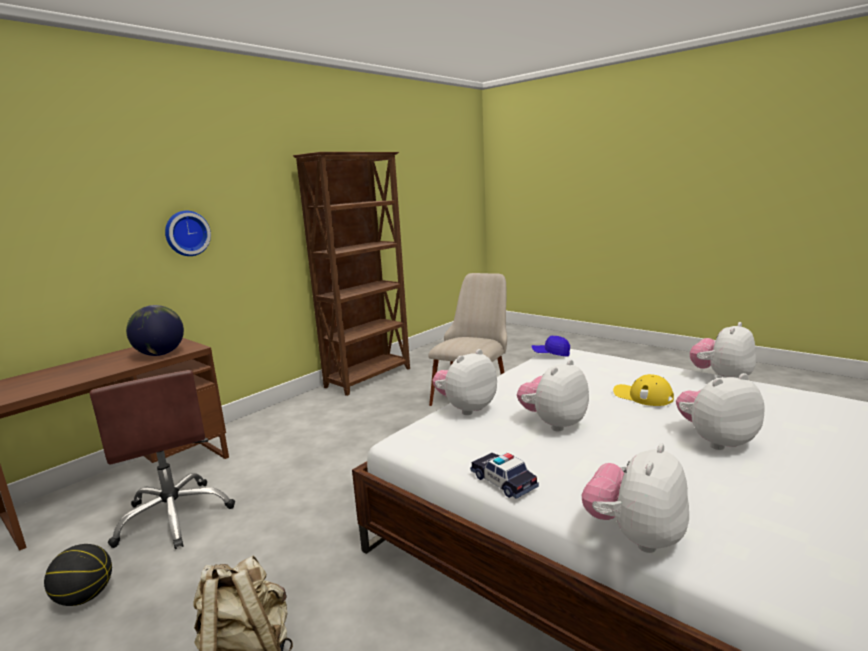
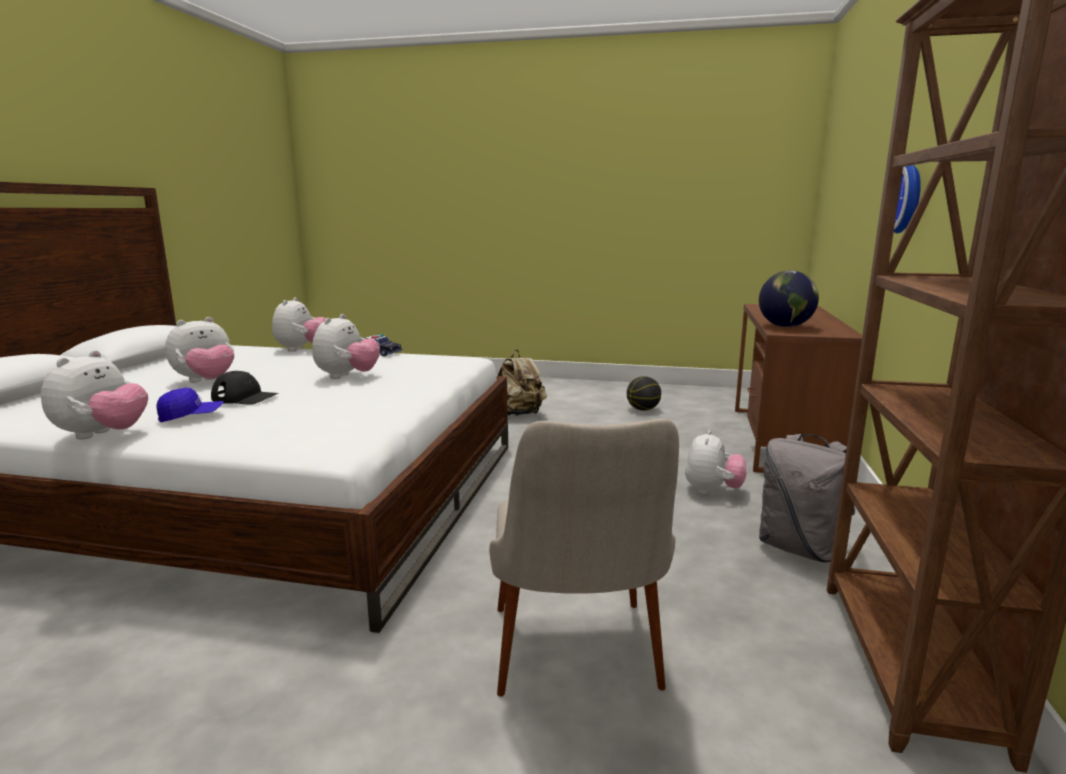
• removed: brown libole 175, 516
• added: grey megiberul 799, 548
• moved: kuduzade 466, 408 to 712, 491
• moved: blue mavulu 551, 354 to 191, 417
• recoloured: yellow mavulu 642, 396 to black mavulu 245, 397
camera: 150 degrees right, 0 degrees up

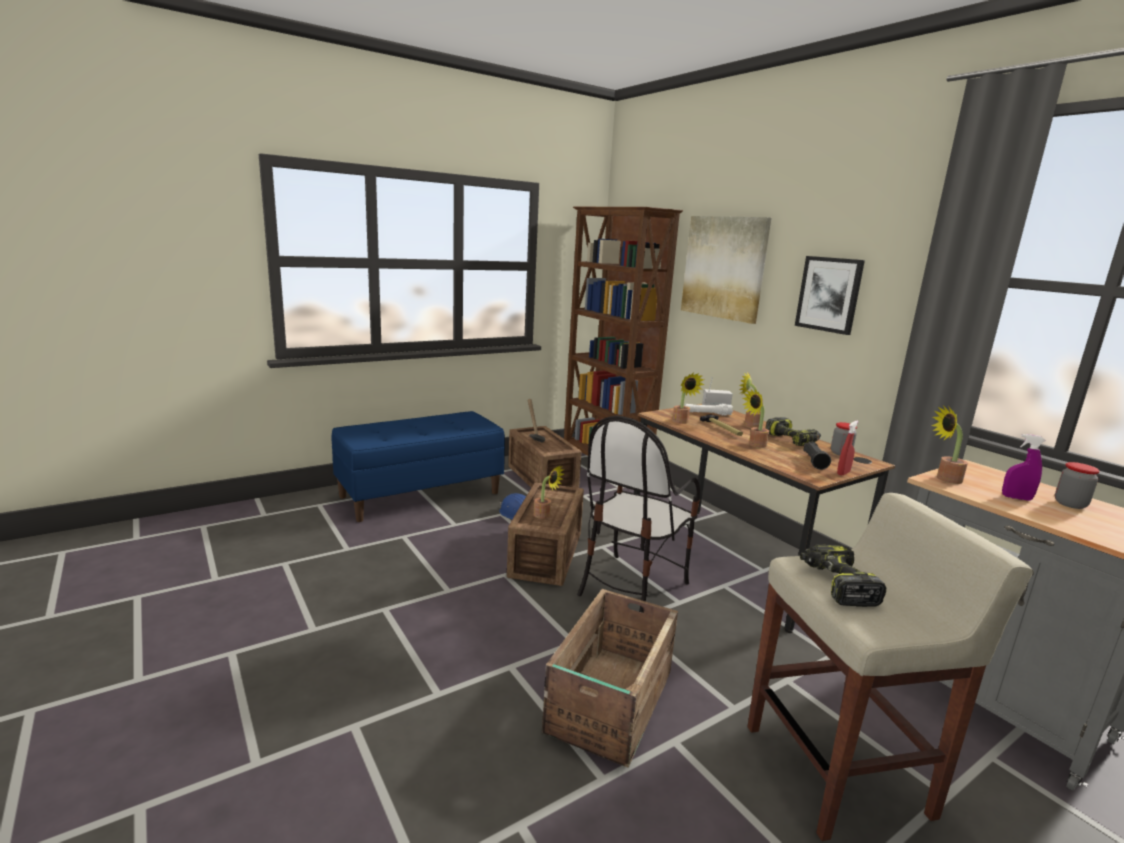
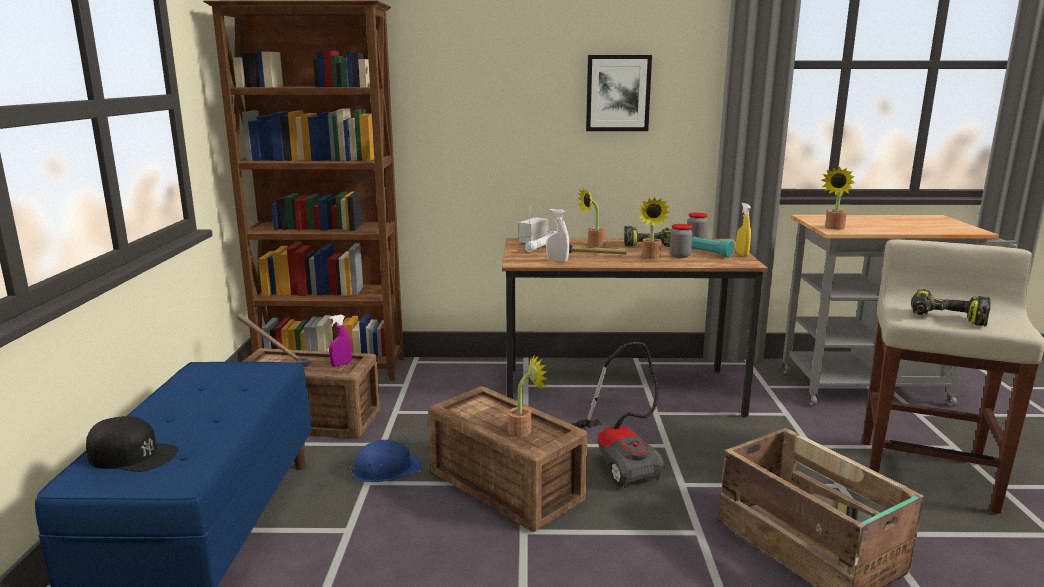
• removed: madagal 724, 267
• added: black mavulu 132, 455
• moved: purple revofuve 1016, 498 to 341, 364
• moved: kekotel 1070, 504 to 680, 256
• replaced: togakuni 631, 586 to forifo 619, 459
• replaced: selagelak 682, 422 to white revofuve 557, 261
• recoloured: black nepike 814, 462 to turquoise nepike 710, 254
• recoloured: red revofuve 843, 473 to yellow revofuve 741, 254
camera: 55 degrees left, 0 degrees up

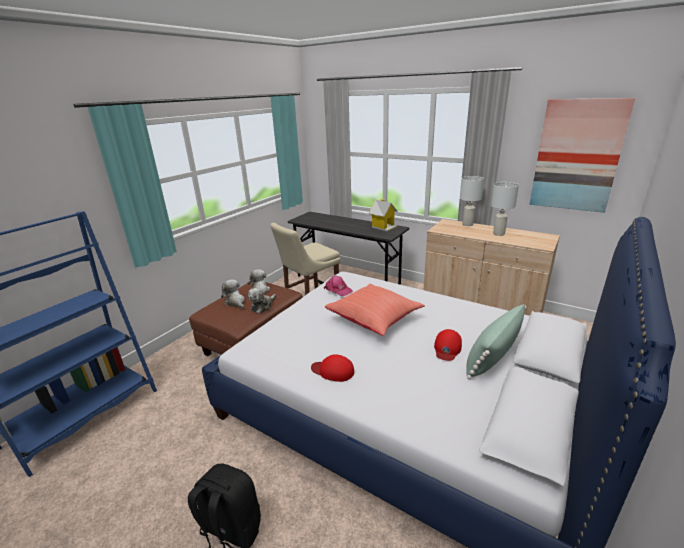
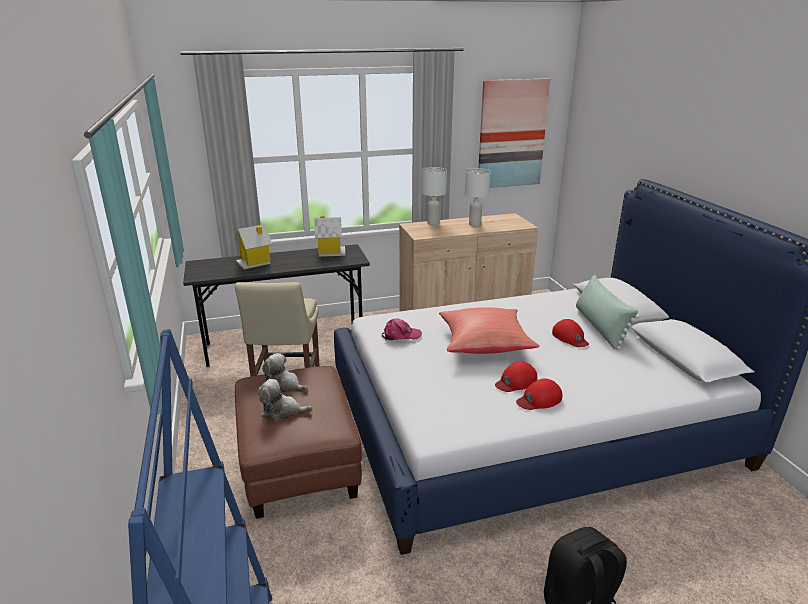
• removed: kuduzade 262, 306
• added: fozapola 255, 262
• added: red mavulu 516, 381
camera: 50 degrees left, 0 degrees up

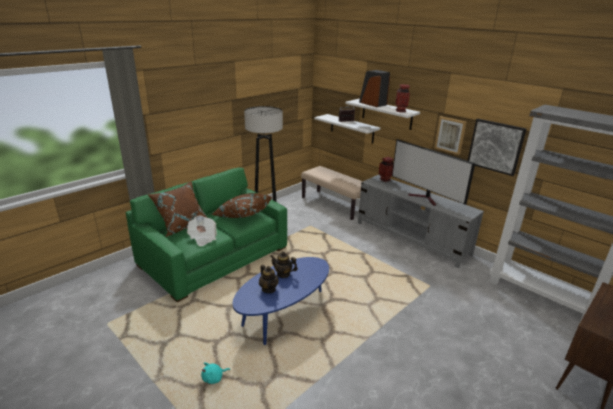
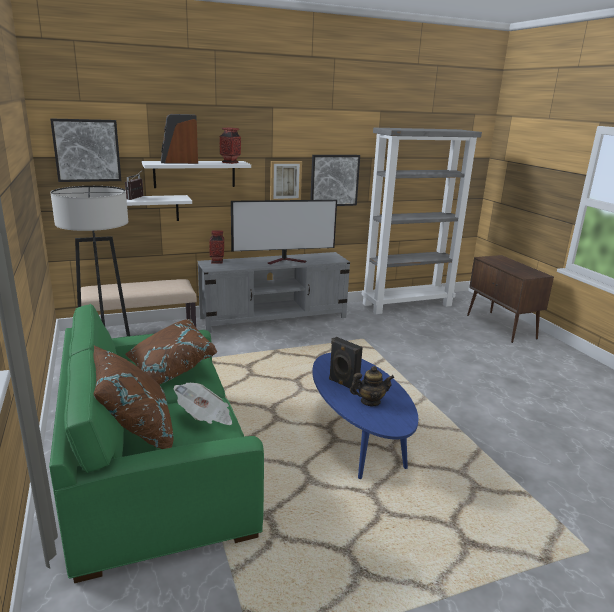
• removed: turquoise kuduzade 214, 378
• added: madagal 87, 150
• replaced: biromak 283, 274 to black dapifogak 343, 384
camera: 65 degrees left, 5 degrees down

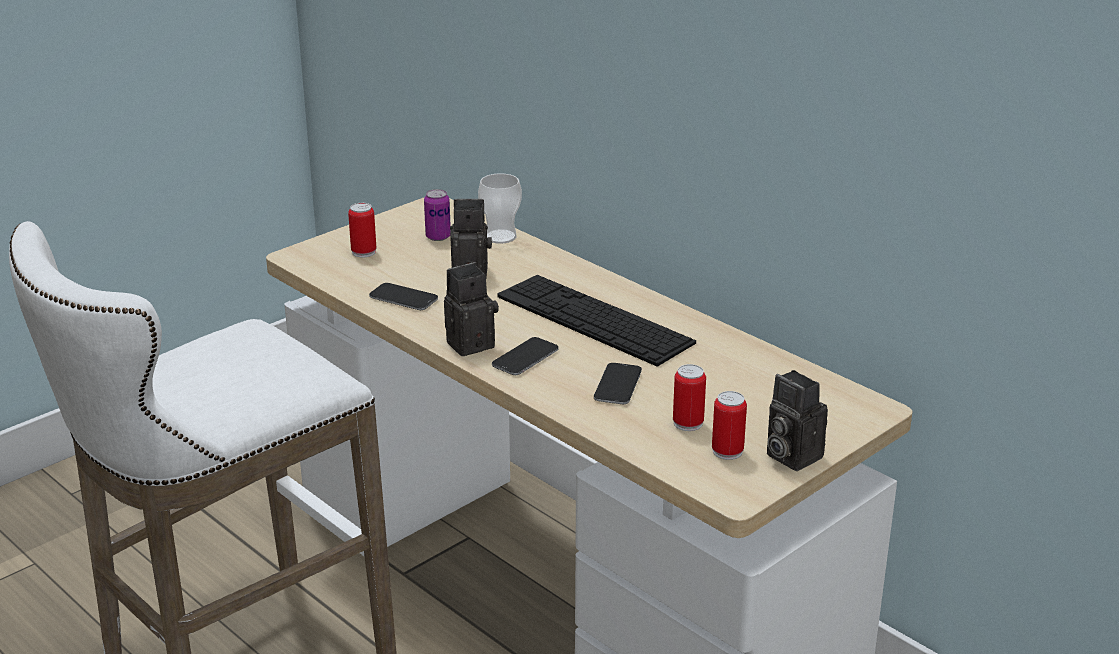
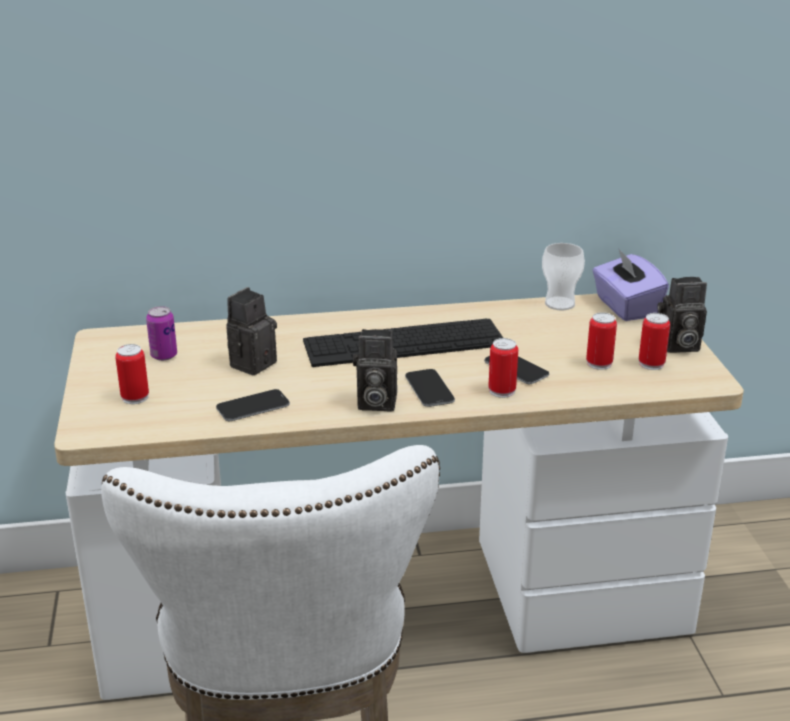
• added: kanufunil 502, 391
• added: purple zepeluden 625, 307
• moved: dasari 500, 237 to 559, 304
• turned: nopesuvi 471, 343 = 374, 403 90 degrees counterclockwise
camera: 55 degrees left, 0 degrees up

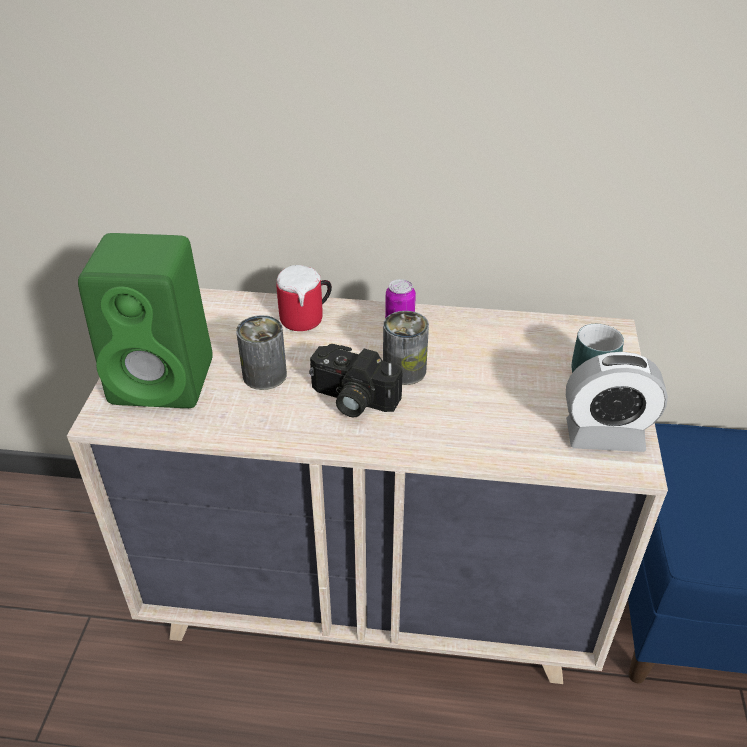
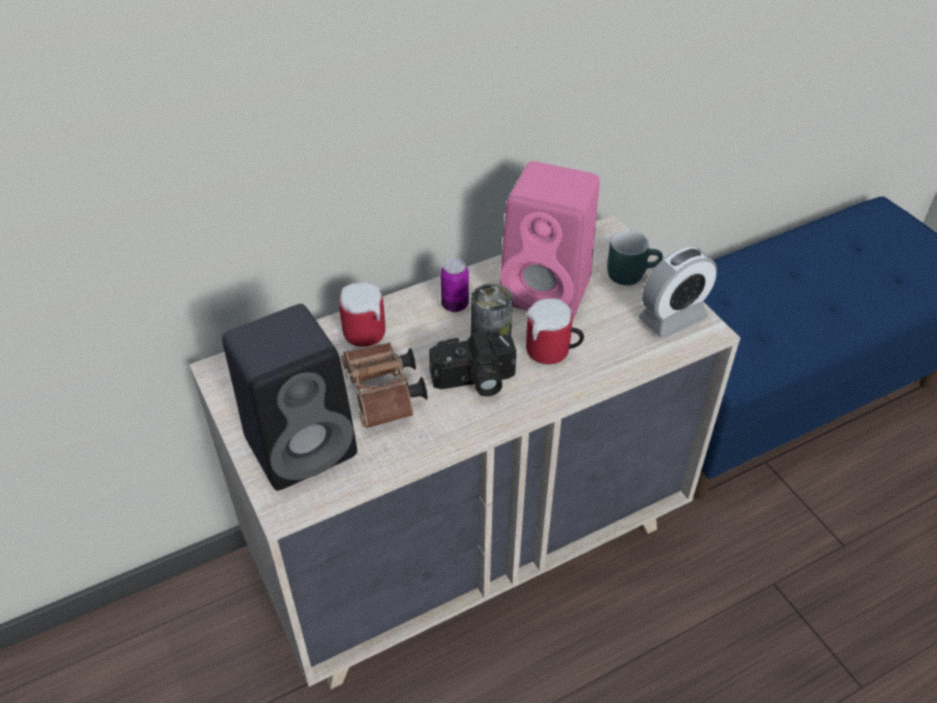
• added: pink dapifogak 548, 291
• added: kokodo 552, 353
• replaced: kanufunil 264, 375 to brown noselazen 384, 396
• recoloured: green dapifogak 166, 380 to black dapifogak 304, 444
camera: 35 degrees left, 5 degrees up

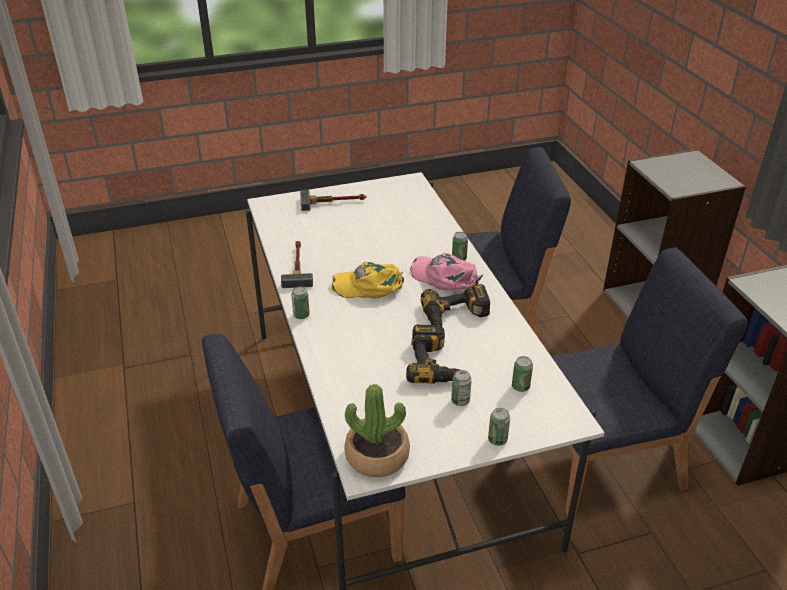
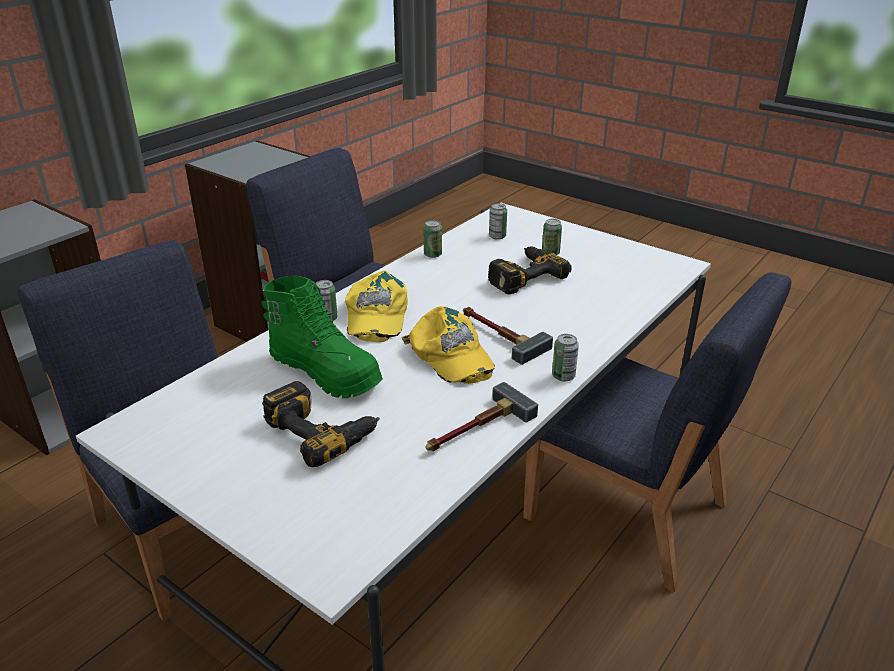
• removed: selagelak 377, 456
• added: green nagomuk 326, 372
• moved: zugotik 333, 202 to 499, 335
• moved: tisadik 456, 316 to 322, 430
• moved: kanufunil 497, 439 to 433, 254
• recoloured: pink mavulu 445, 276 to yellow mavulu 375, 315
camera: 125 degrees left, 5 degrees down

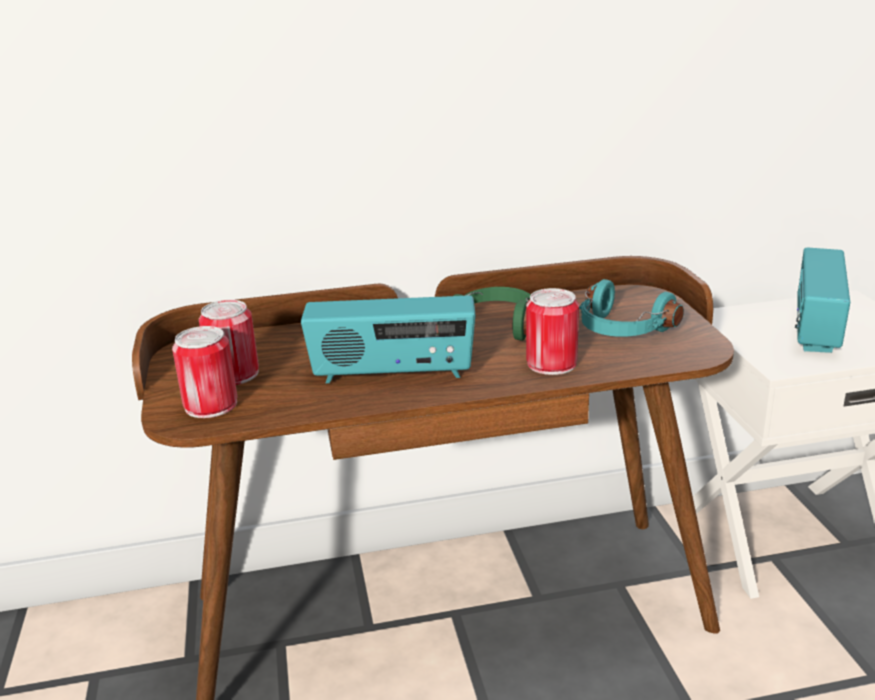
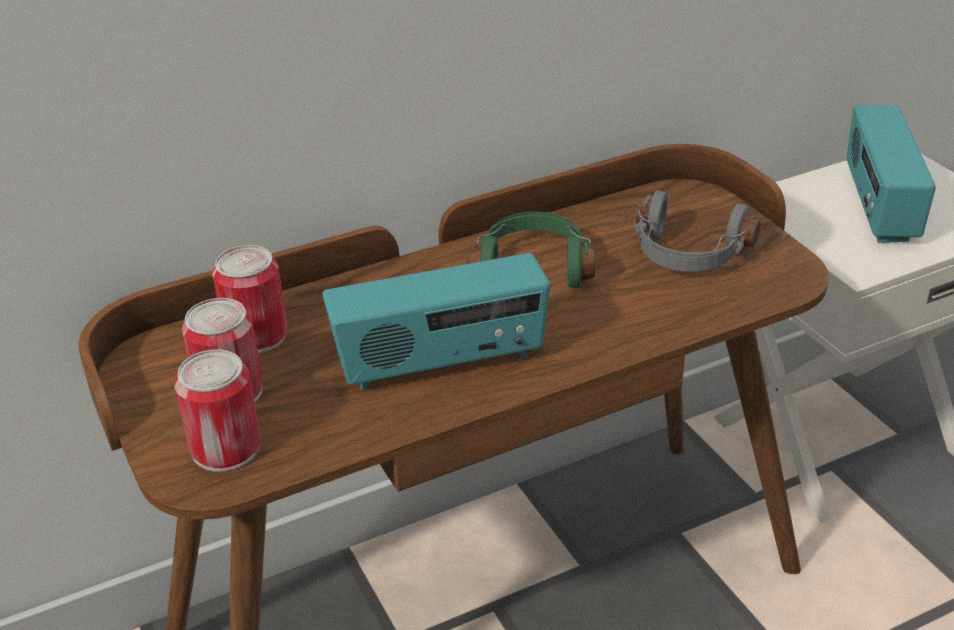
• moved: kanufunil 551, 363 to 256, 335
• recoloured: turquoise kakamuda 621, 330 to grey kakamuda 688, 255
camera: 15 degrees left, 10 degrees up

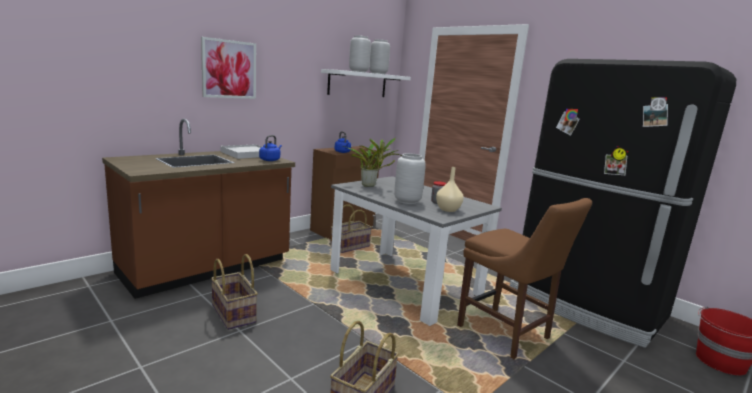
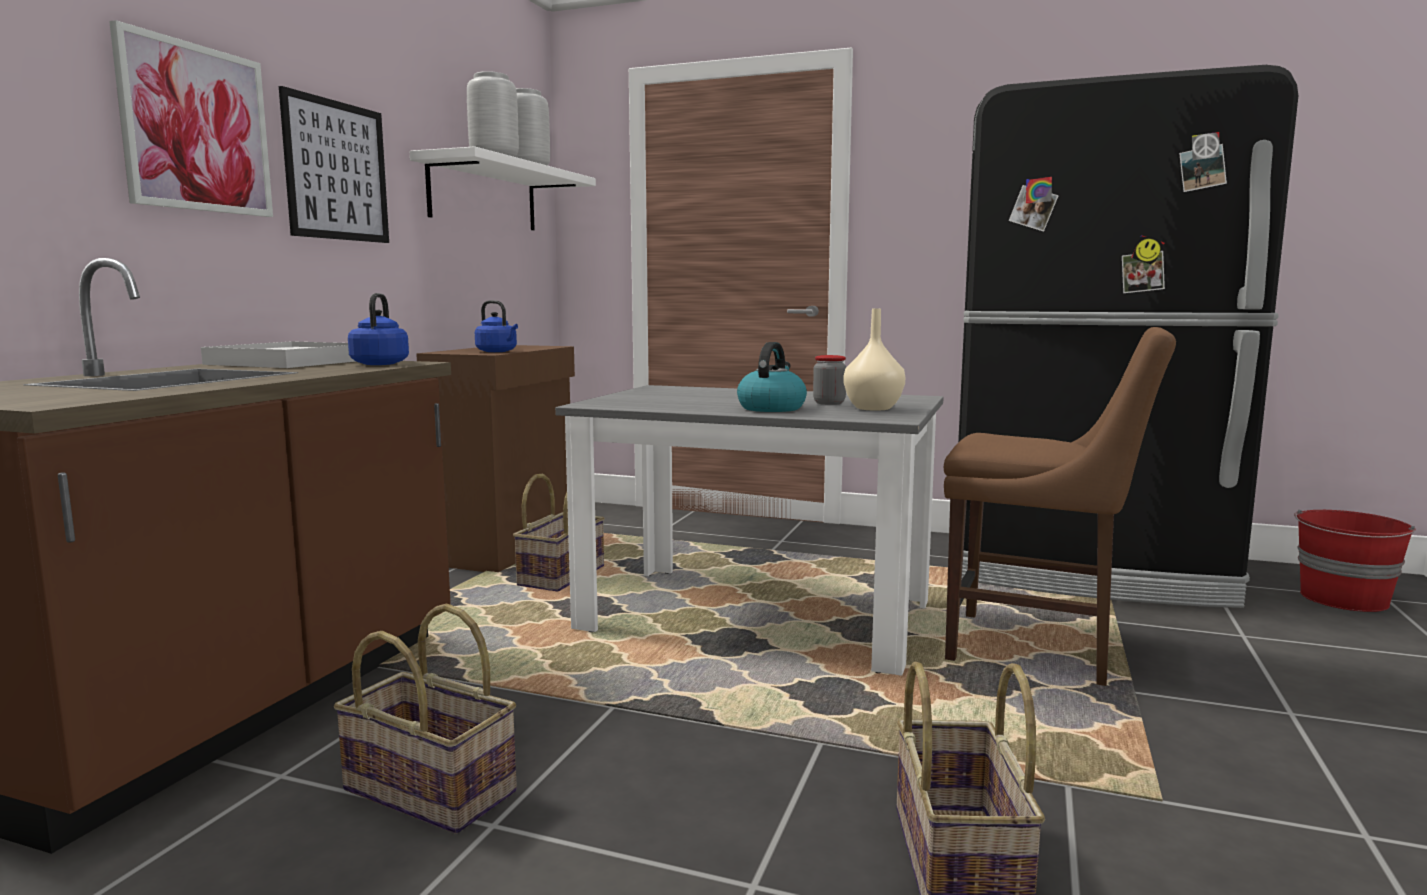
• removed: selagelak 370, 186
• added: madagal 337, 171
• replaced: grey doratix 406, 201 to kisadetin 771, 408
camera: 25 degrees left, 5 degrees down

